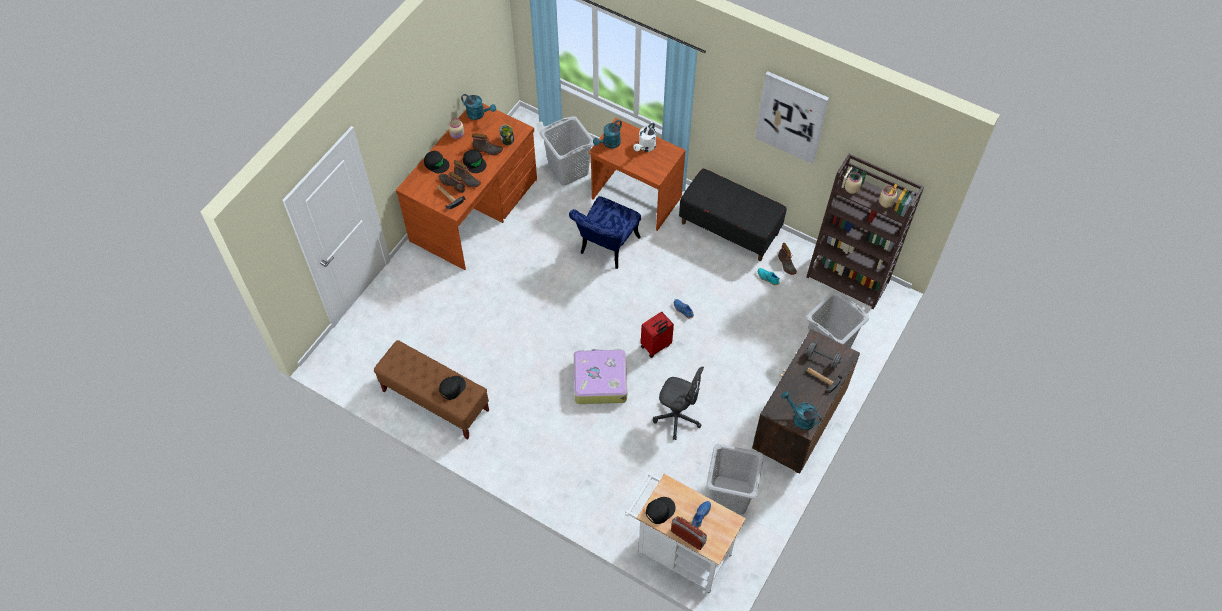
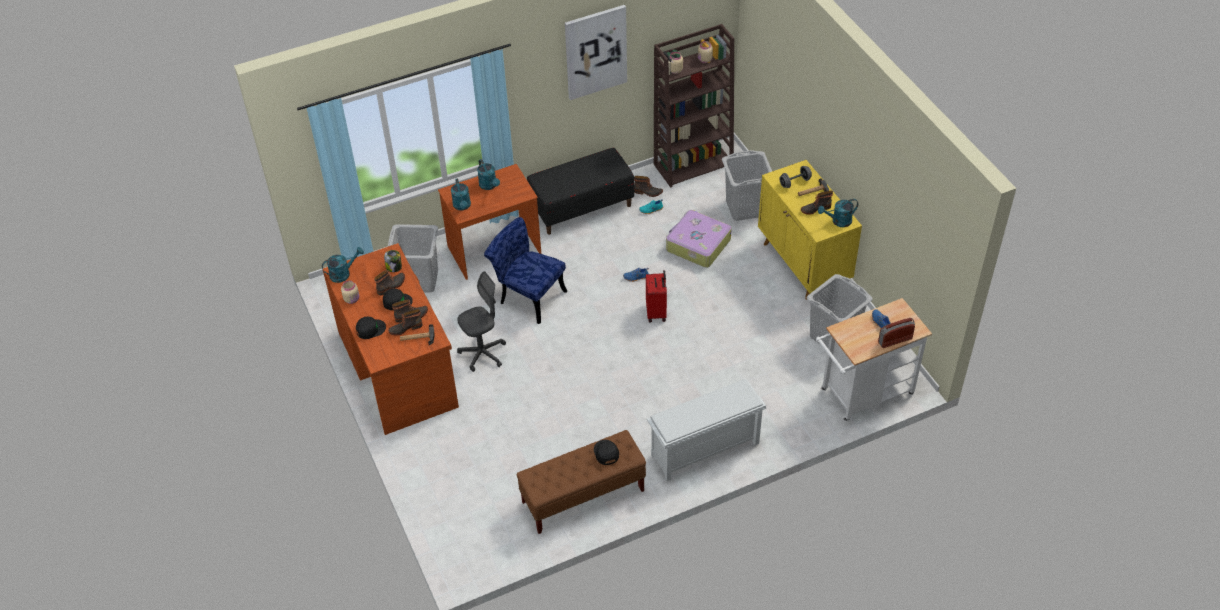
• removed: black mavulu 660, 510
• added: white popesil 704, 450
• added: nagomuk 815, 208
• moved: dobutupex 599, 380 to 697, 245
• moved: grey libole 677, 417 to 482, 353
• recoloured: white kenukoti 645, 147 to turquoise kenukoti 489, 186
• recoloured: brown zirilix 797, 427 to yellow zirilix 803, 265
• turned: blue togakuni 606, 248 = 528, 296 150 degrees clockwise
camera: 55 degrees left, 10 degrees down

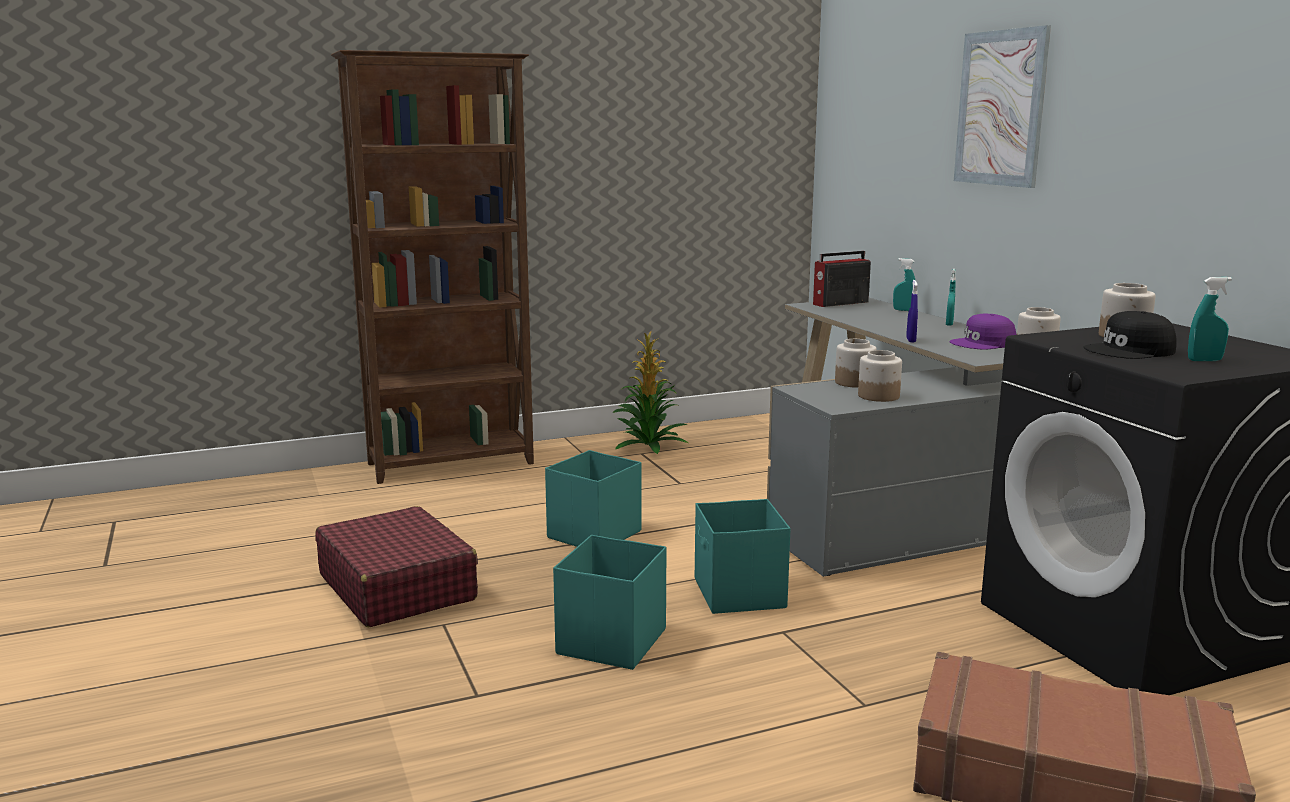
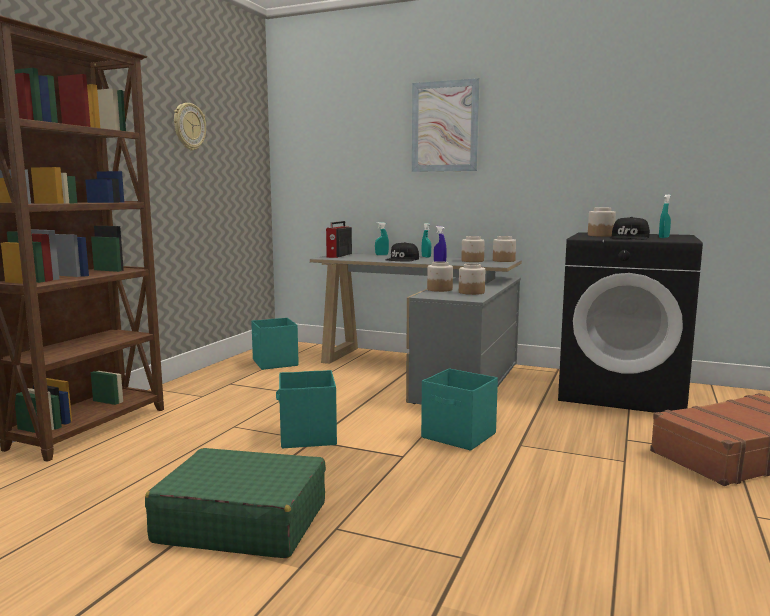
• removed: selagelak 649, 445
• added: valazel 189, 126
• added: black mavulu 402, 259
• moved: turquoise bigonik 610, 642 to 275, 363
• replaced: purple mavulu 983, 343 to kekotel 472, 261
• recoloured: red dobutupex 397, 587 to green dobutupex 241, 522
camera: 45 degrees left, 5 degrees down

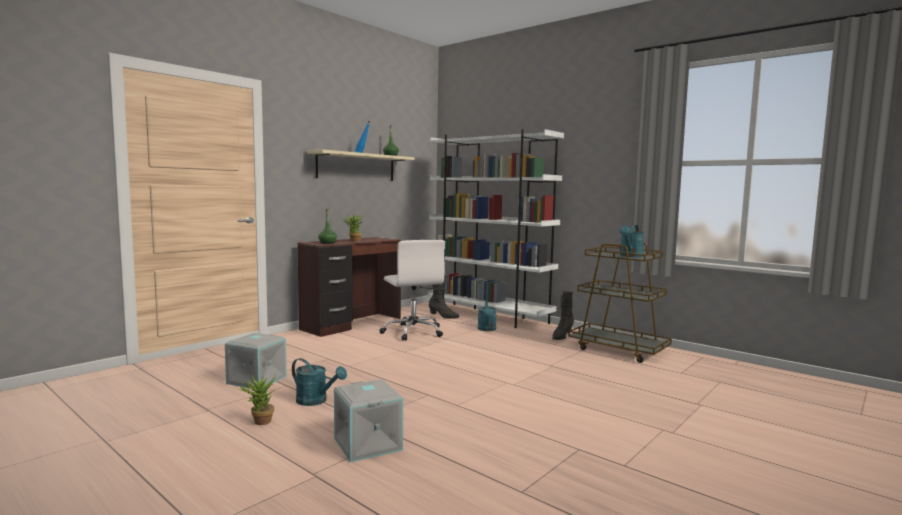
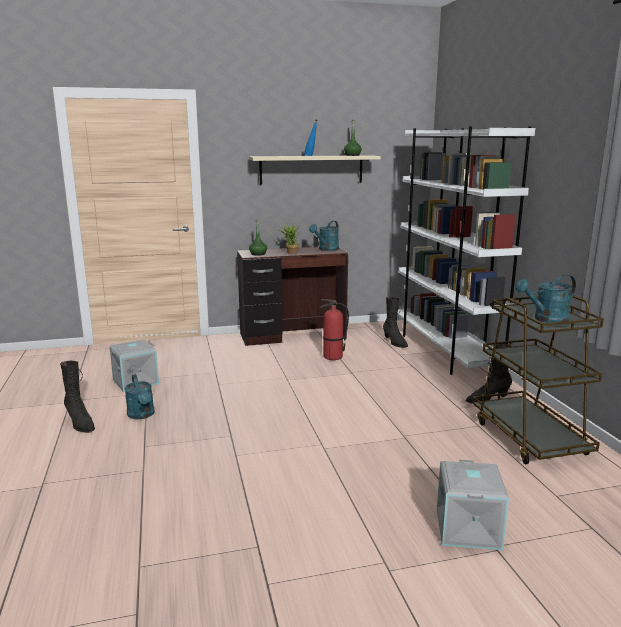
• moved: grey bigonik 369, 444 to 469, 528
• moved: turquoise kenukoti 487, 329 to 326, 249
• replaced: selagelak 259, 422 to black nagomuk 80, 423
• replaced: white libole 413, 332 to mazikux 332, 357
camera: 35 degrees right, 10 degrees up

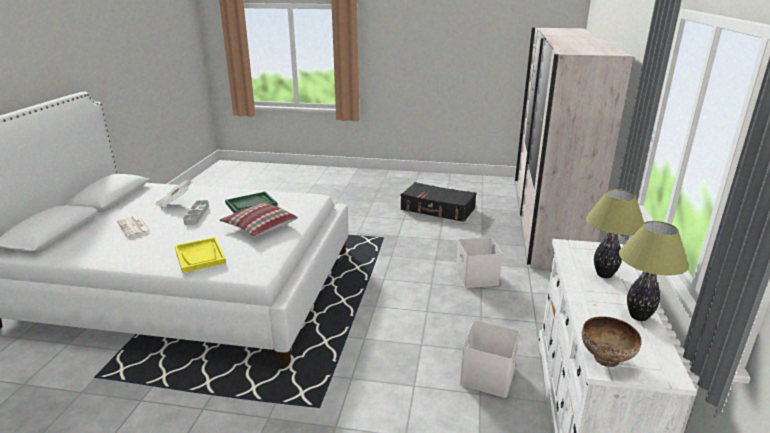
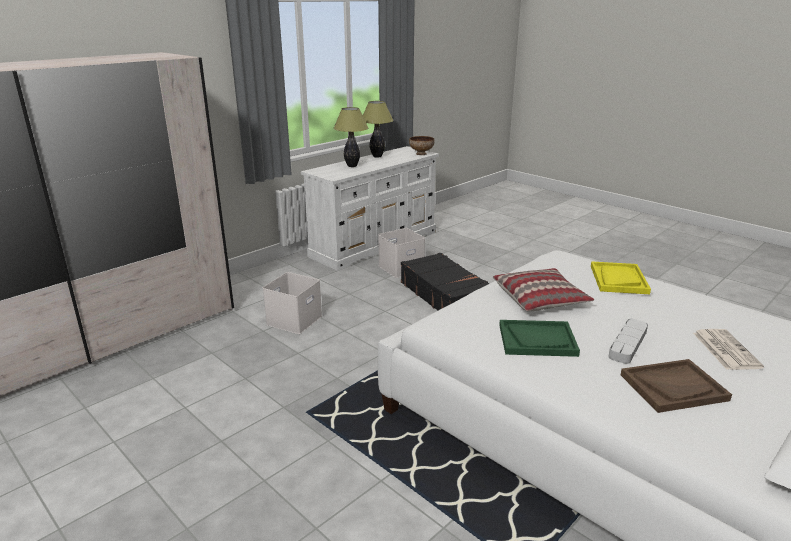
• moved: black dobutupex 437, 209 to 445, 294
• replaced: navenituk 175, 203 to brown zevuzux 673, 387
camera: 145 degrees left, 0 degrees up

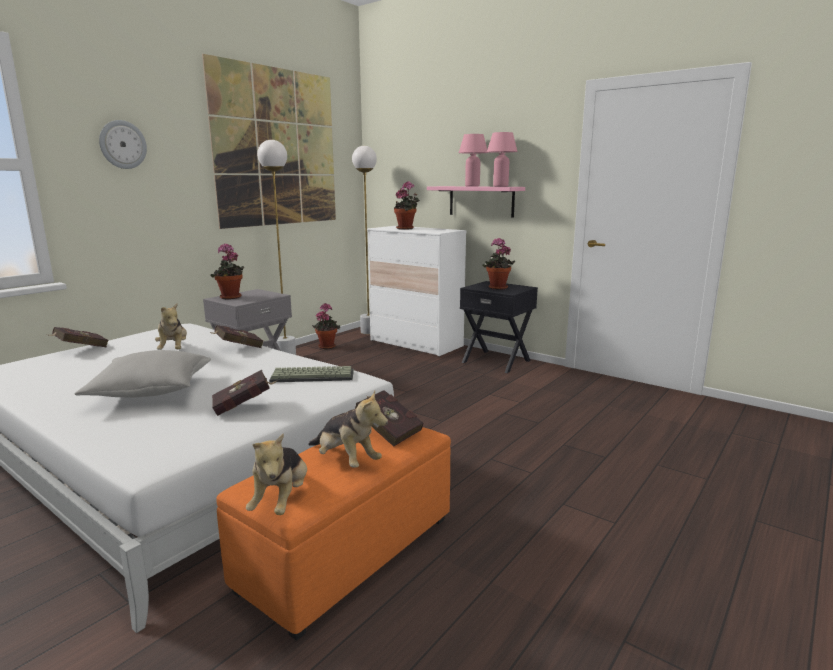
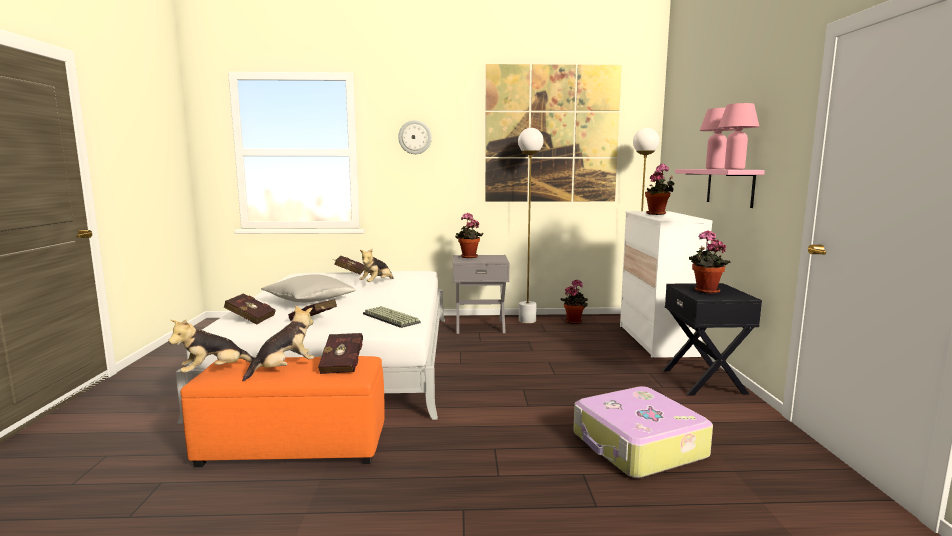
• added: dobutupex 638, 446
• moved: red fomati 237, 348 to 249, 319
• turned: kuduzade 346, 460 = 284, 369 135 degrees counterclockwise
camera: 50 degrees right, 5 degrees down

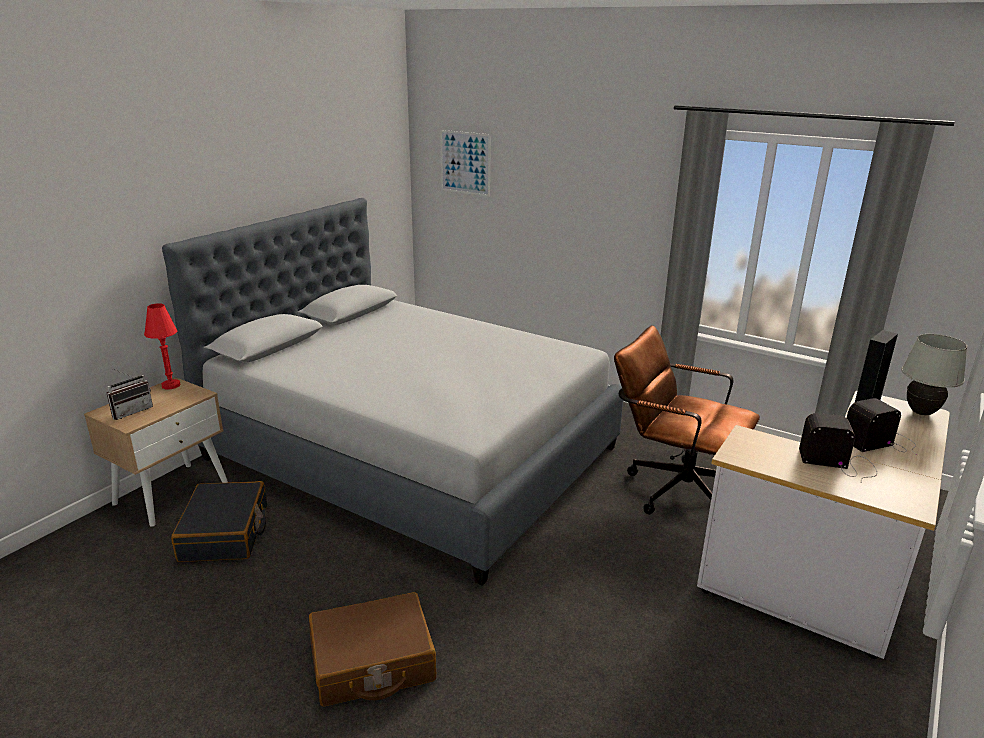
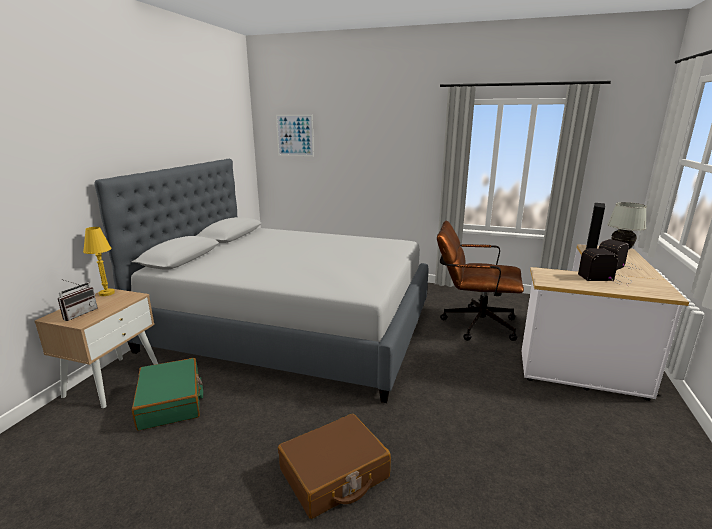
• recoloured: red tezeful 171, 385 to yellow tezeful 107, 293
• recoloured: black dobutupex 225, 533 to green dobutupex 171, 402
camera: 15 degrees left, 5 degrees down

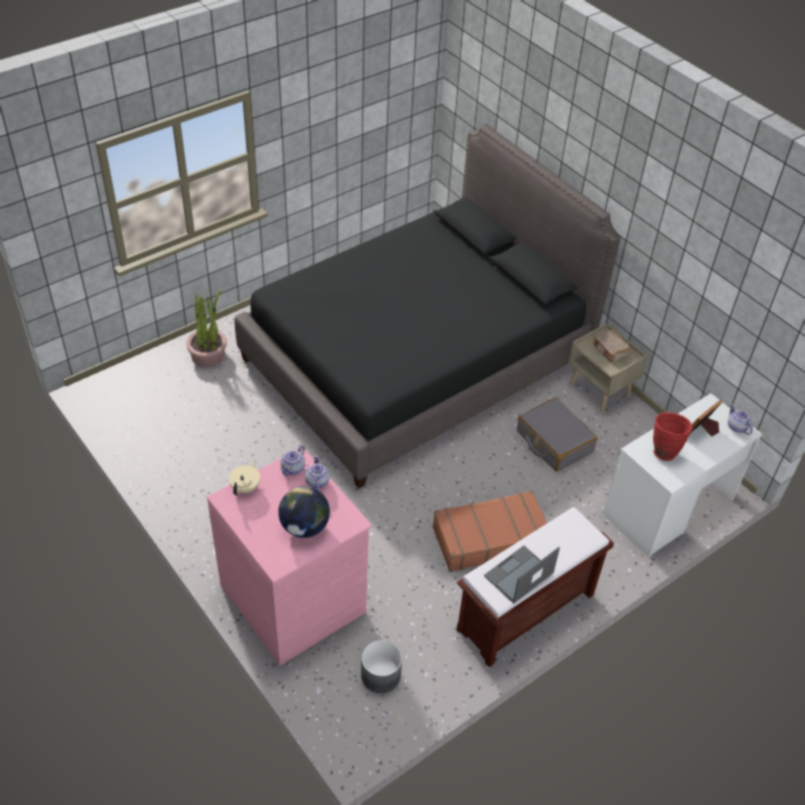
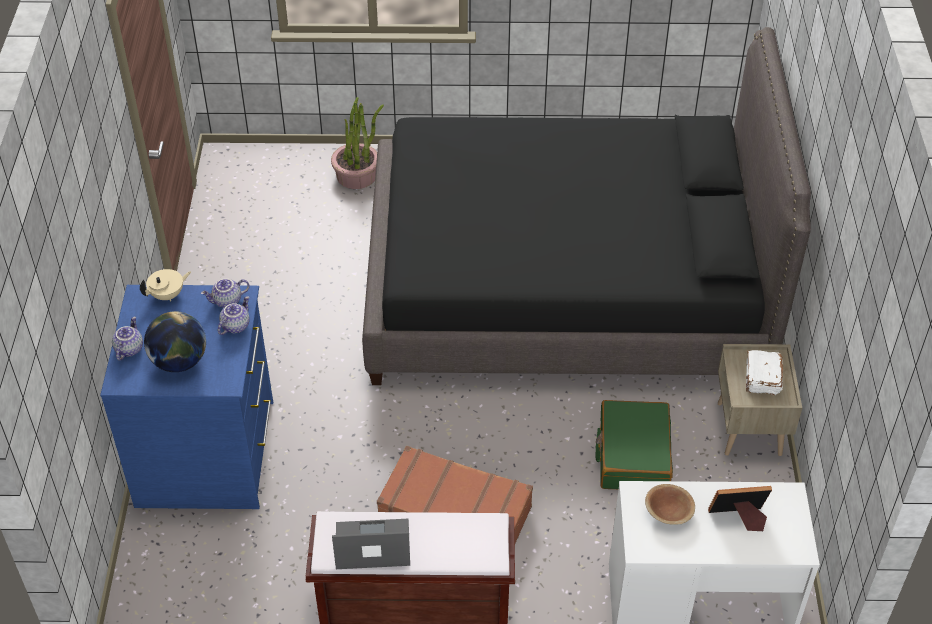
• removed: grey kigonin 380, 675
• moved: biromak 736, 427 to 128, 349
• replaced: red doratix 664, 450 to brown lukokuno 668, 512
• recoloured: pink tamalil 294, 597 to blue tamalil 208, 453
• recoloured: grey dobutupex 554, 442 to green dobutupex 633, 455
• recoloured: brown fomati 610, 351 to white fomati 762, 378
camera: 40 degrees right, 0 degrees up

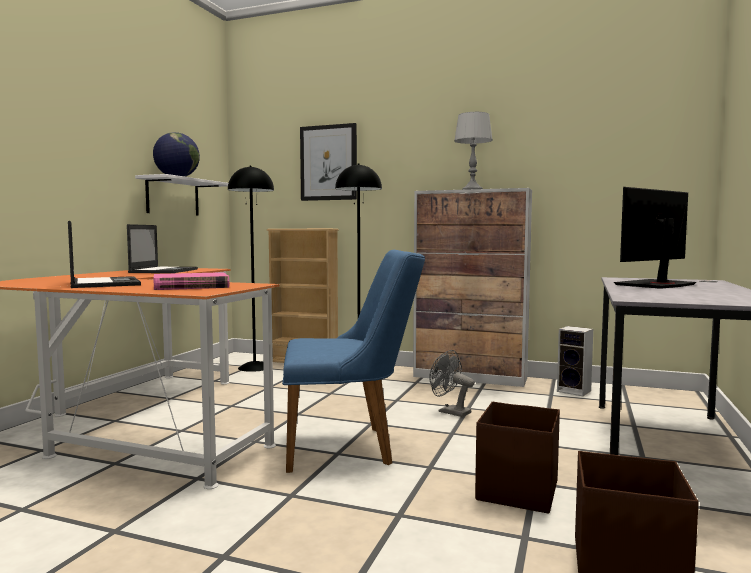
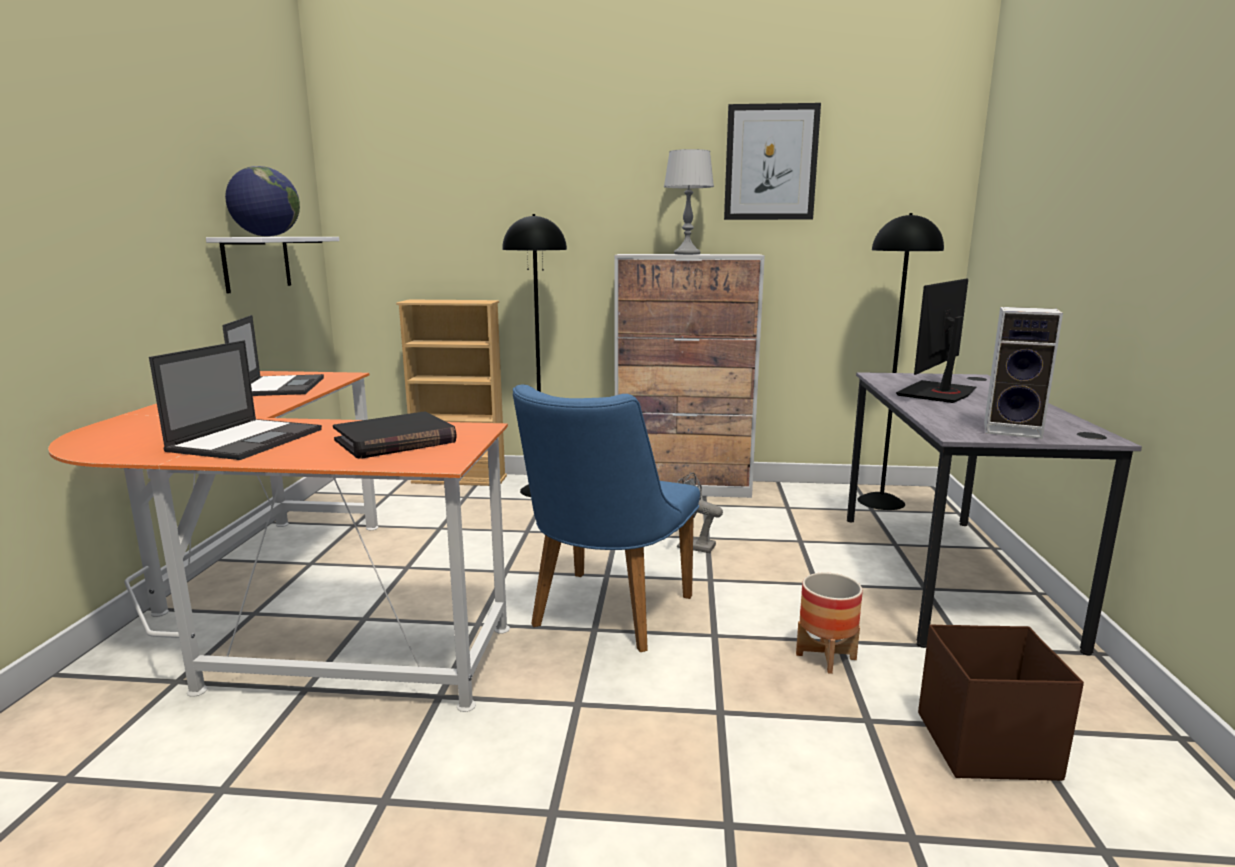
• moved: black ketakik 254, 367 to 881, 502
• moved: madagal 328, 163 to 770, 163
• moved: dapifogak 575, 391 to 1014, 430
• replaced: brown bigonik 516, 491 to kigonin 826, 656
• recoloured: pink fomati 191, 286 to black fomati 395, 441
• turned: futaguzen 104, 283 = 247, 439 60 degrees clockwise
• turned: blue togakuni 350, 447 = 603, 617 135 degrees clockwise
camera: 15 degrees left, 10 degrees up

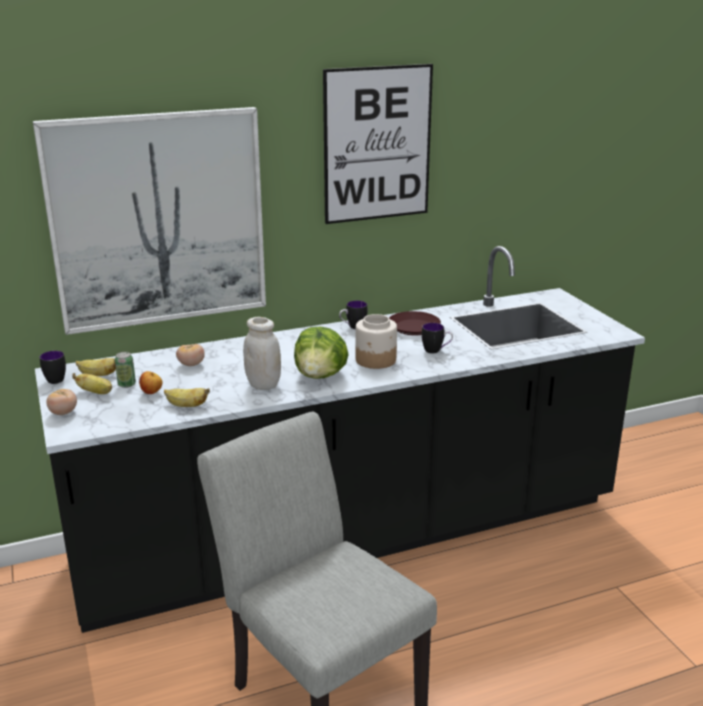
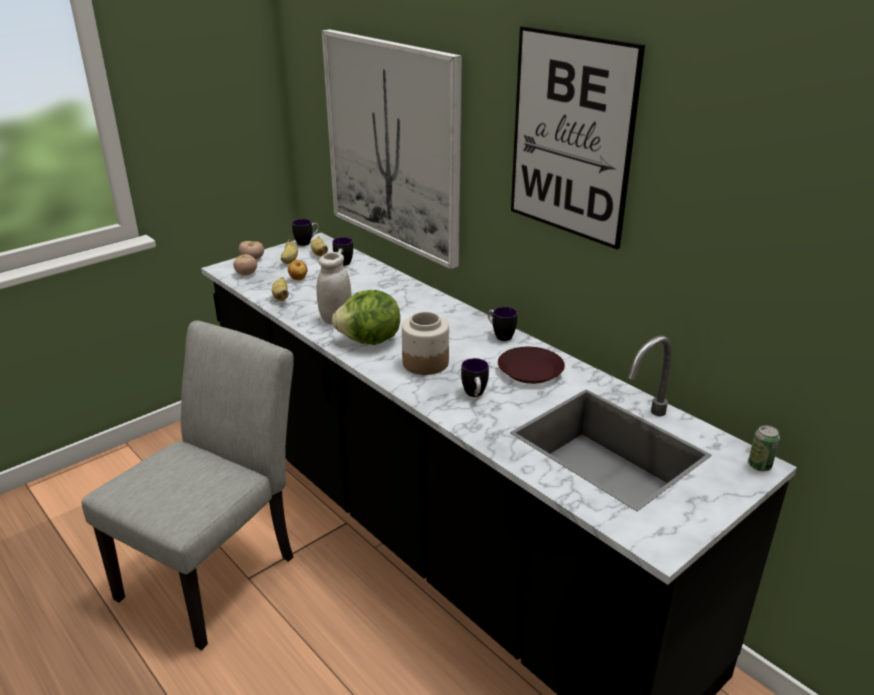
• added: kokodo 343, 264
• moved: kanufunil 127, 384 to 759, 465
• moved: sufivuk 191, 365 to 246, 274
camera: 70 degrees right, 5 degrees up

